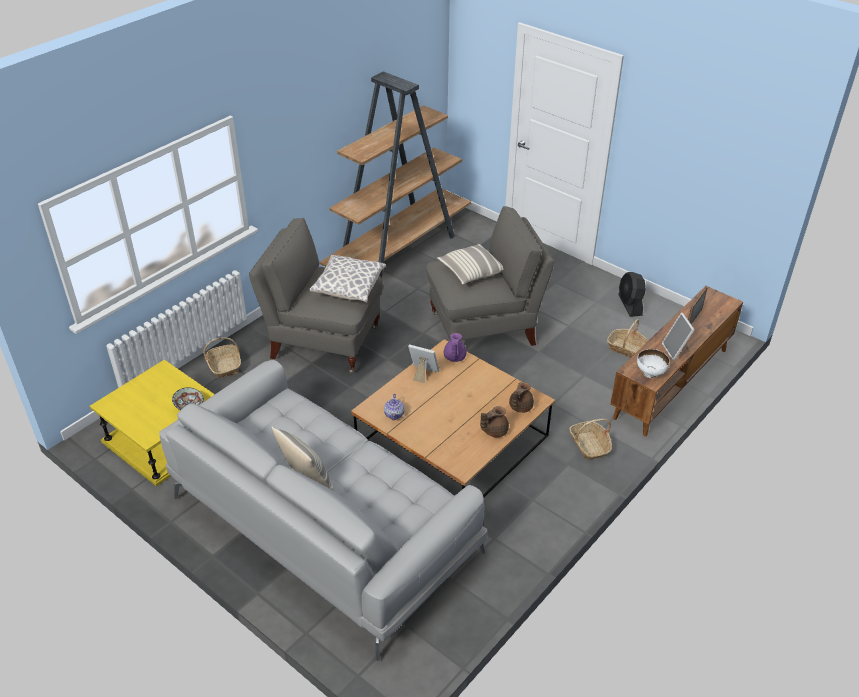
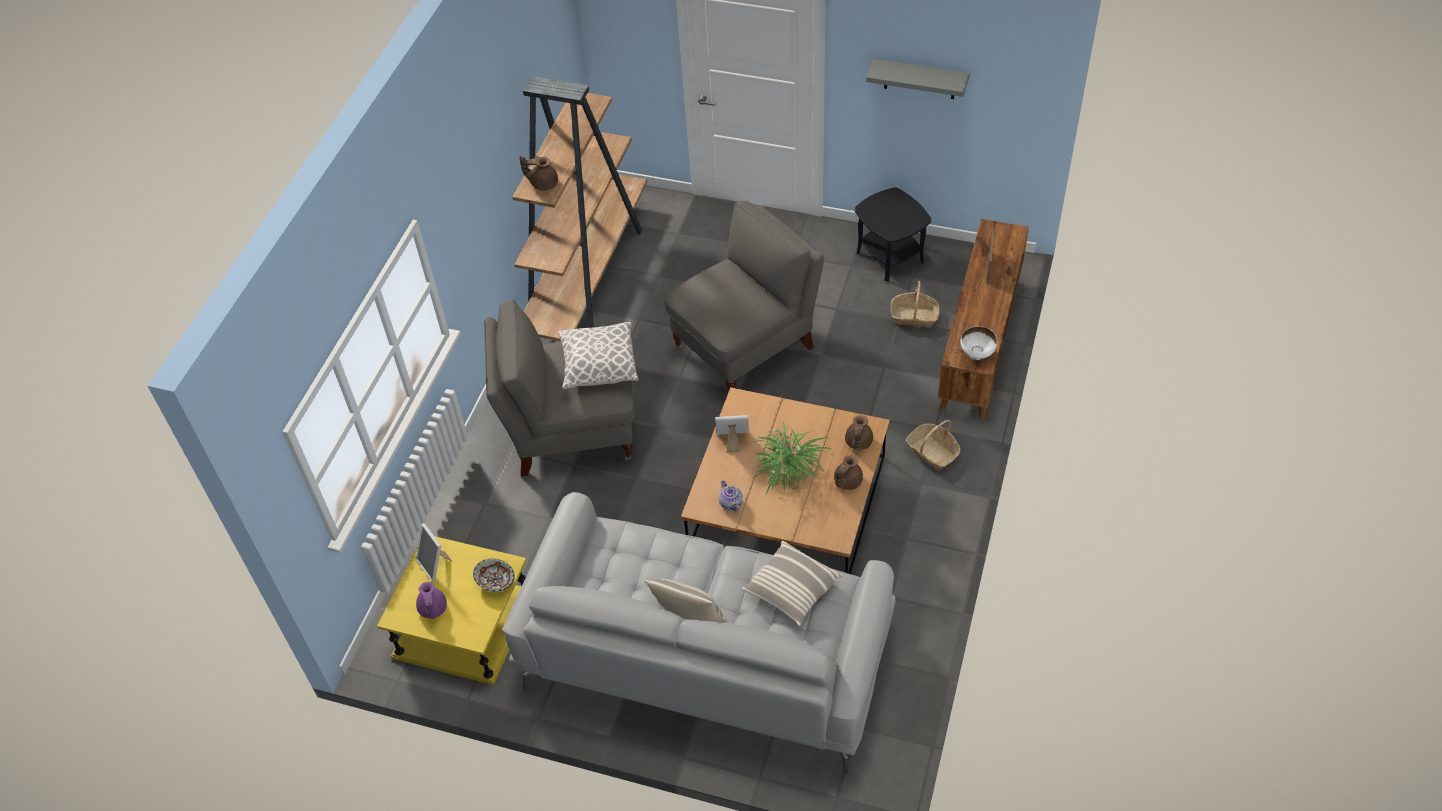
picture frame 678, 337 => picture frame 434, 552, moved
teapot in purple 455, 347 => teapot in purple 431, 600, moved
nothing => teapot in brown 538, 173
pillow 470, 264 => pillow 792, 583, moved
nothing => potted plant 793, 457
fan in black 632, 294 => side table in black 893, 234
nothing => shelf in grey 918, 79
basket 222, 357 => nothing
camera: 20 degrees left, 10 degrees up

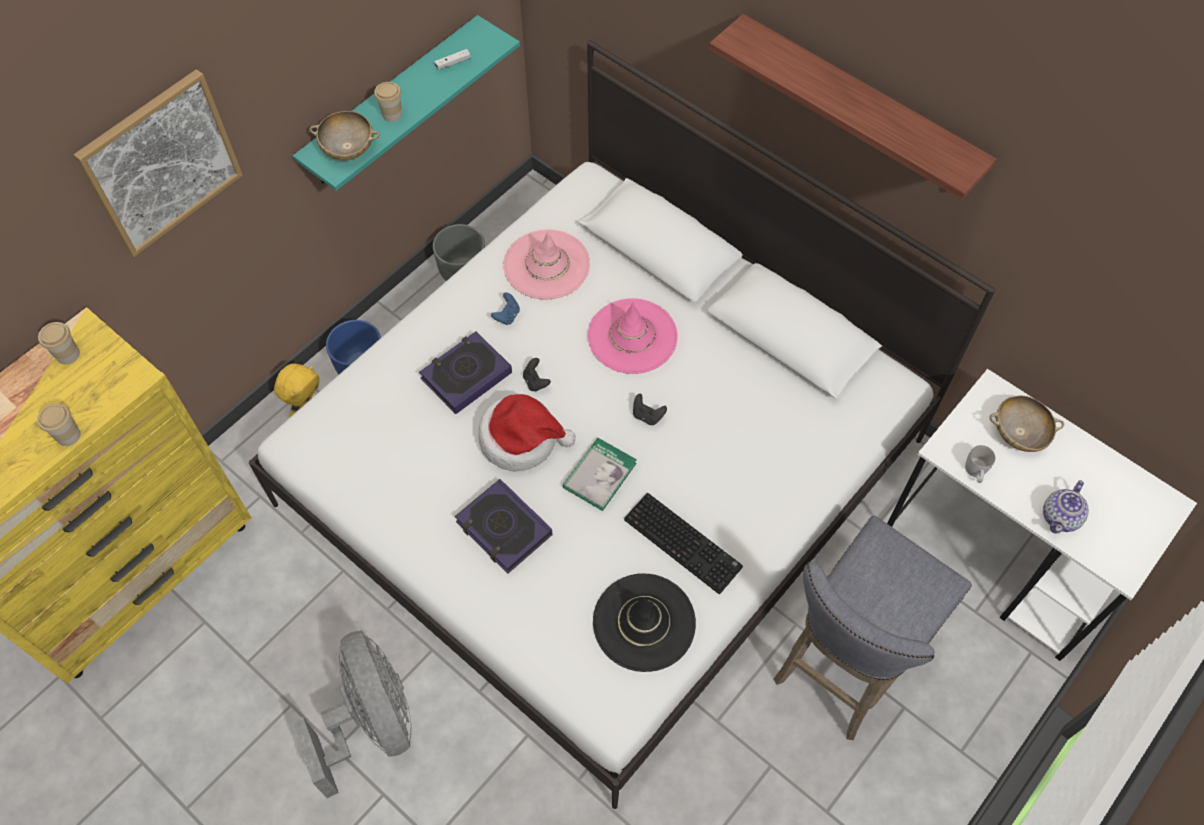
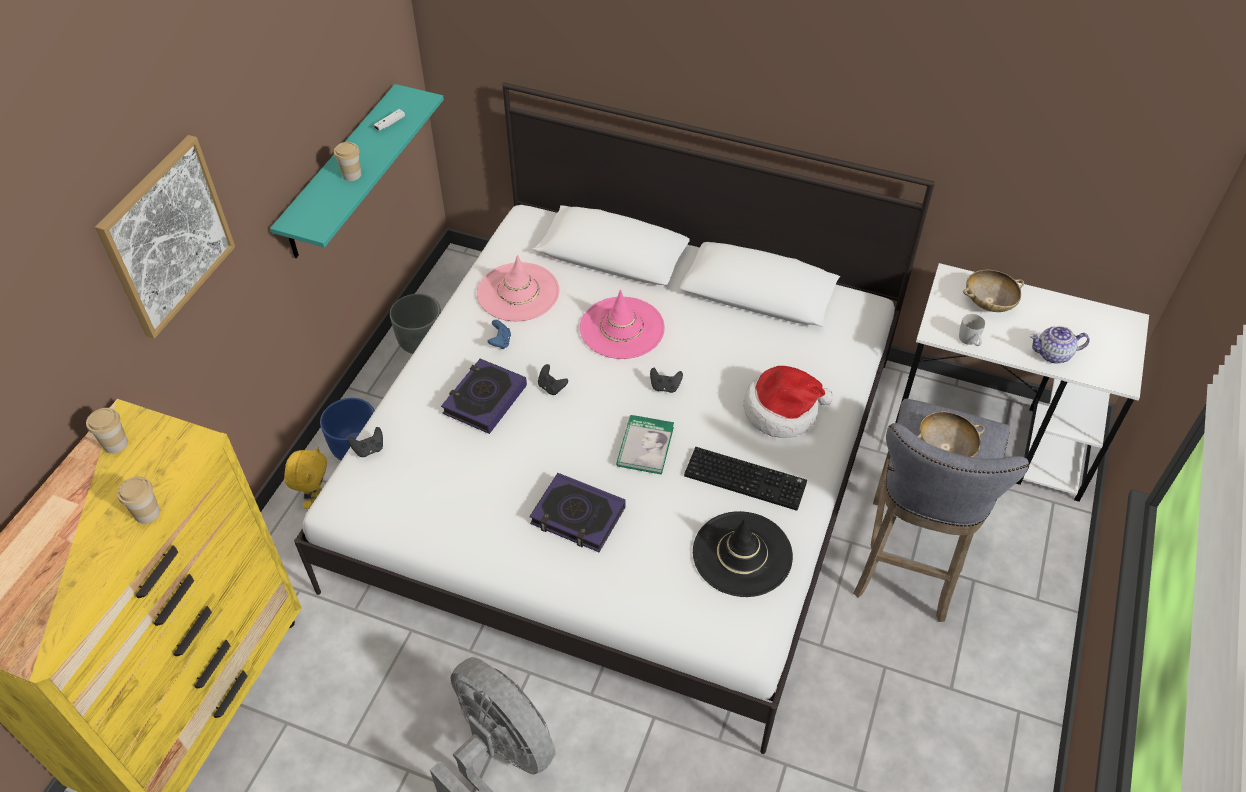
nothing => game controller in black 365, 442
hat 527, 432 => hat 788, 402, moved
bowl in beige 344, 135 => bowl in beige 951, 434, moved
teapot 1066, 507 => teapot 1060, 344, 75 degrees clockwise
shelf 852, 107 => nothing
camera: 20 degrees left, 10 degrees down

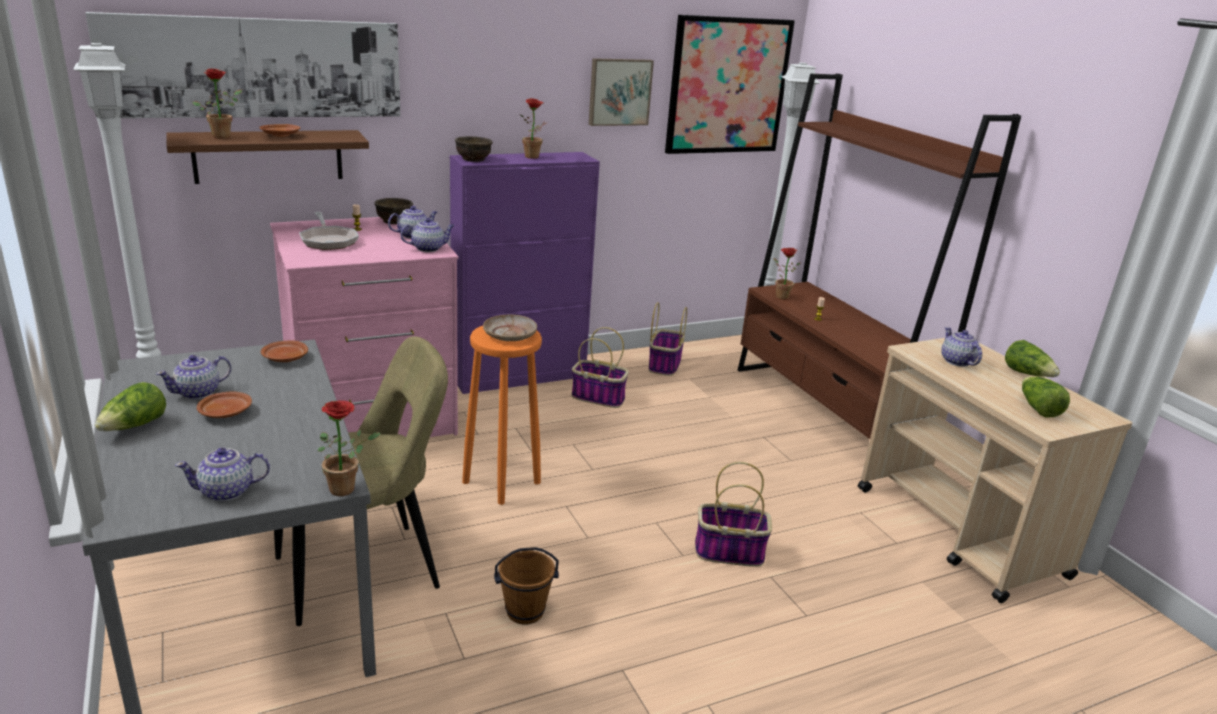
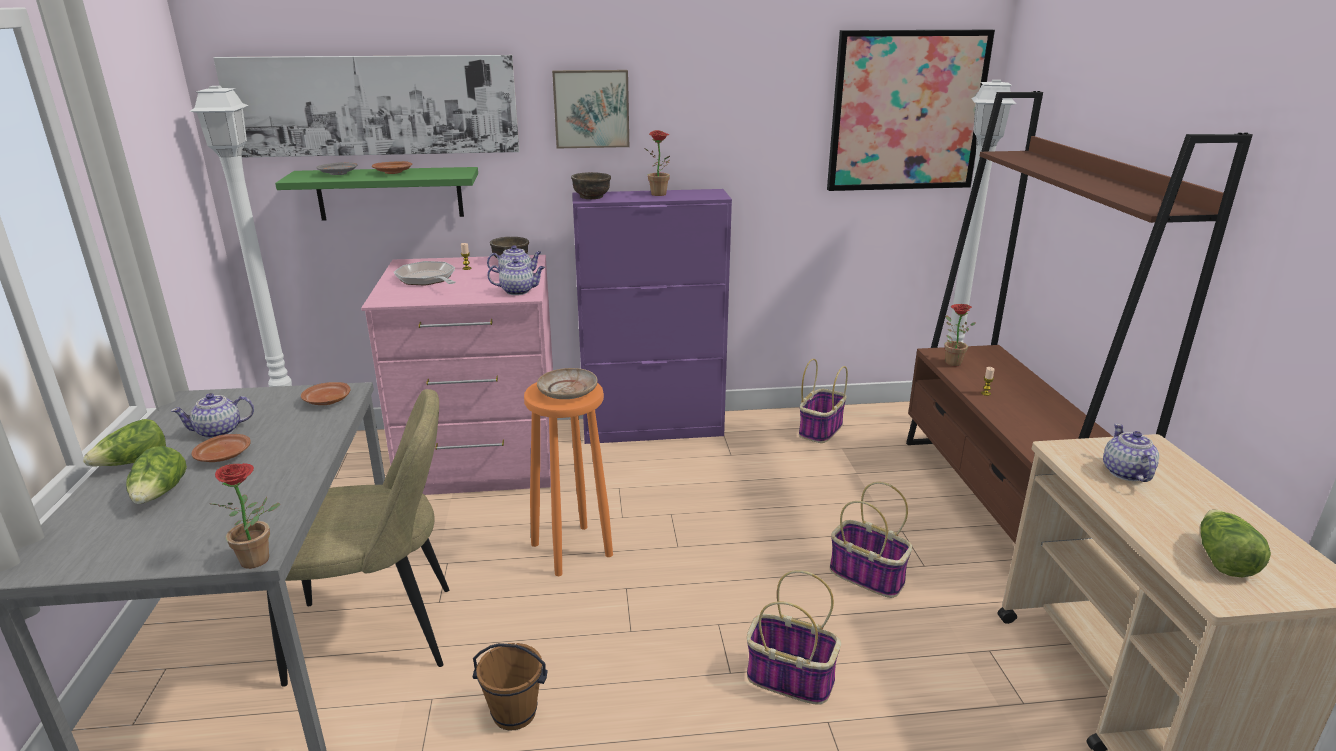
lettuce 1032, 358 => lettuce 156, 475, moved
shelf in brown 267, 157 => shelf in green 376, 194
potted plant 217, 104 => plate in grey 337, 168
frying pan 329, 231 => frying pan 425, 273, 150 degrees clockwise
picture 621, 92 => picture 590, 109, moved
basket 600, 367 => basket 871, 540, moved
teapot 222, 474 => nothing
camera: 20 degrees right, 0 degrees up

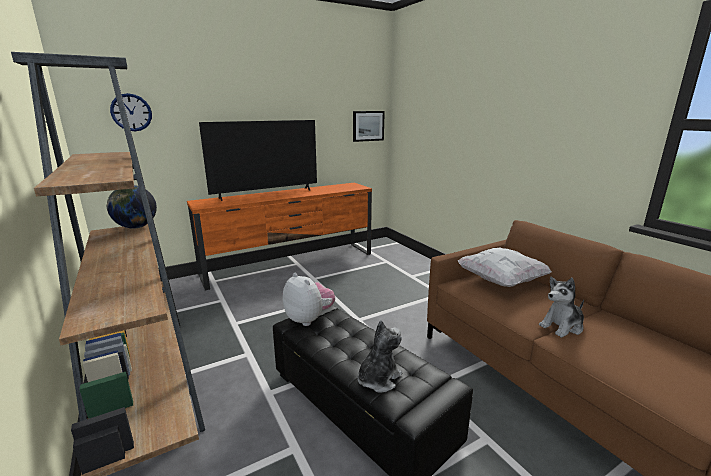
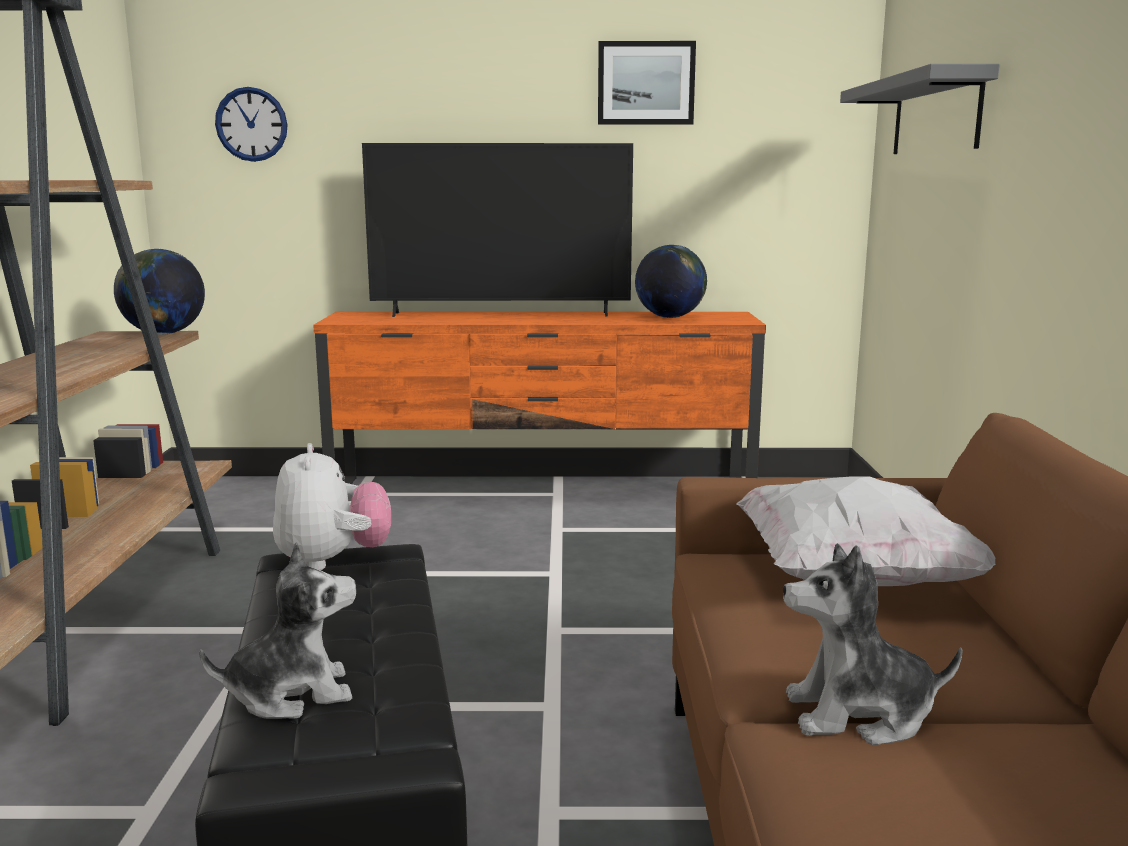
picture 369, 126 => picture 647, 83, moved
nothing => globe 671, 281
nothing => shelf in grey 920, 109
camera: 30 degrees right, 5 degrees down

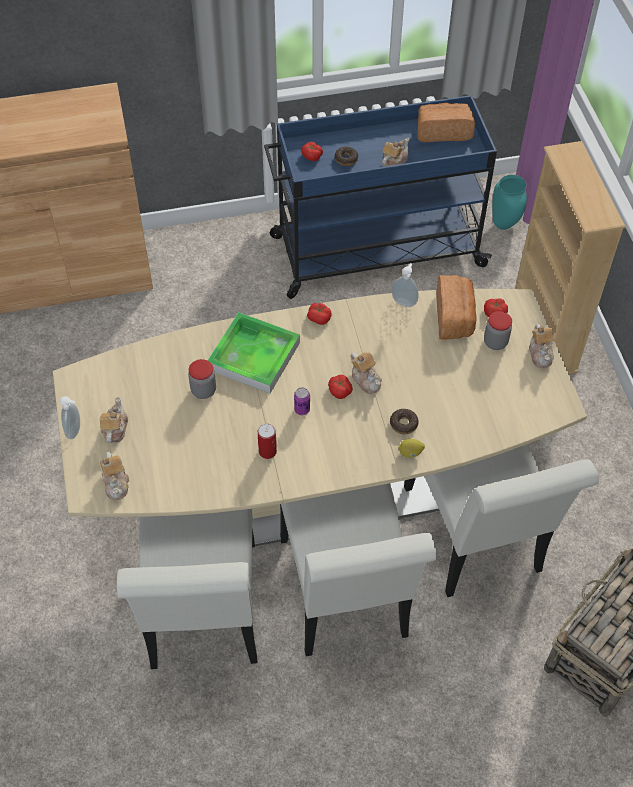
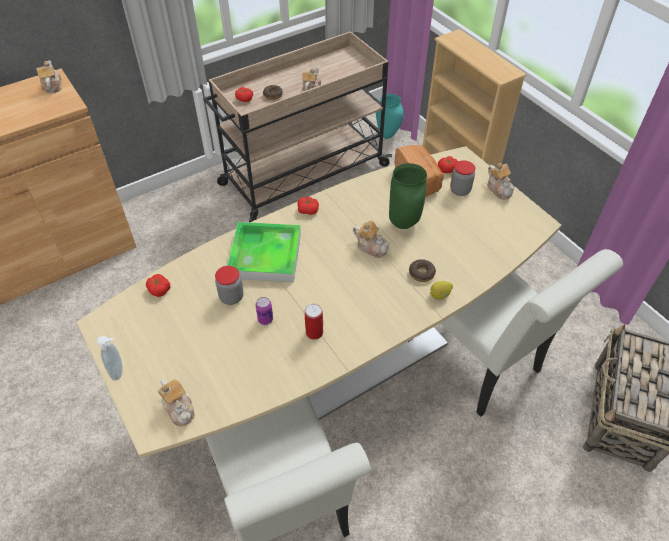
teapot 114, 420 => teapot 49, 76, moved
tomato 340, 387 => tomato 158, 285, moved
cart in blue 380, 197 => cart in beige 297, 127
can 302, 401 => can 264, 311, moved
nothing => vase in green 408, 196
chair in white 358, 569 => nothing
soap dispenser 405, 285 => nothing
bread 446, 122 => nothing
camera: 20 degrees left, 5 degrees down

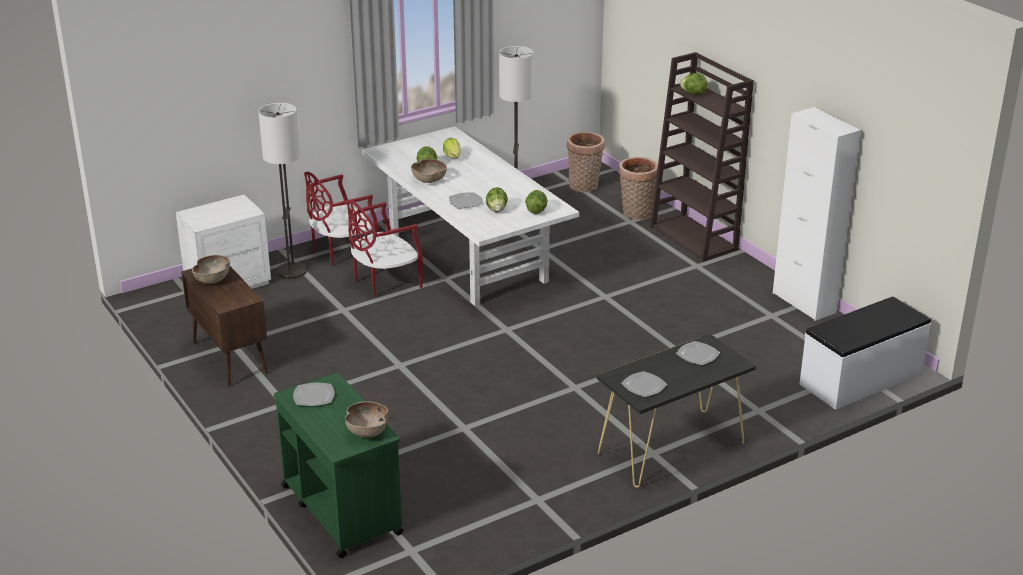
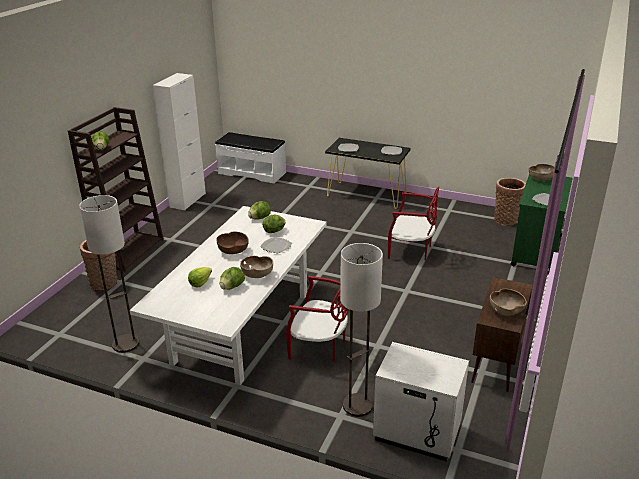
nothing => bowl in brown 232, 243
chair in red 341, 218 => chair in red 413, 223, moved
basket 586, 162 => basket 510, 202, moved
camera: 125 degrees left, 0 degrees up

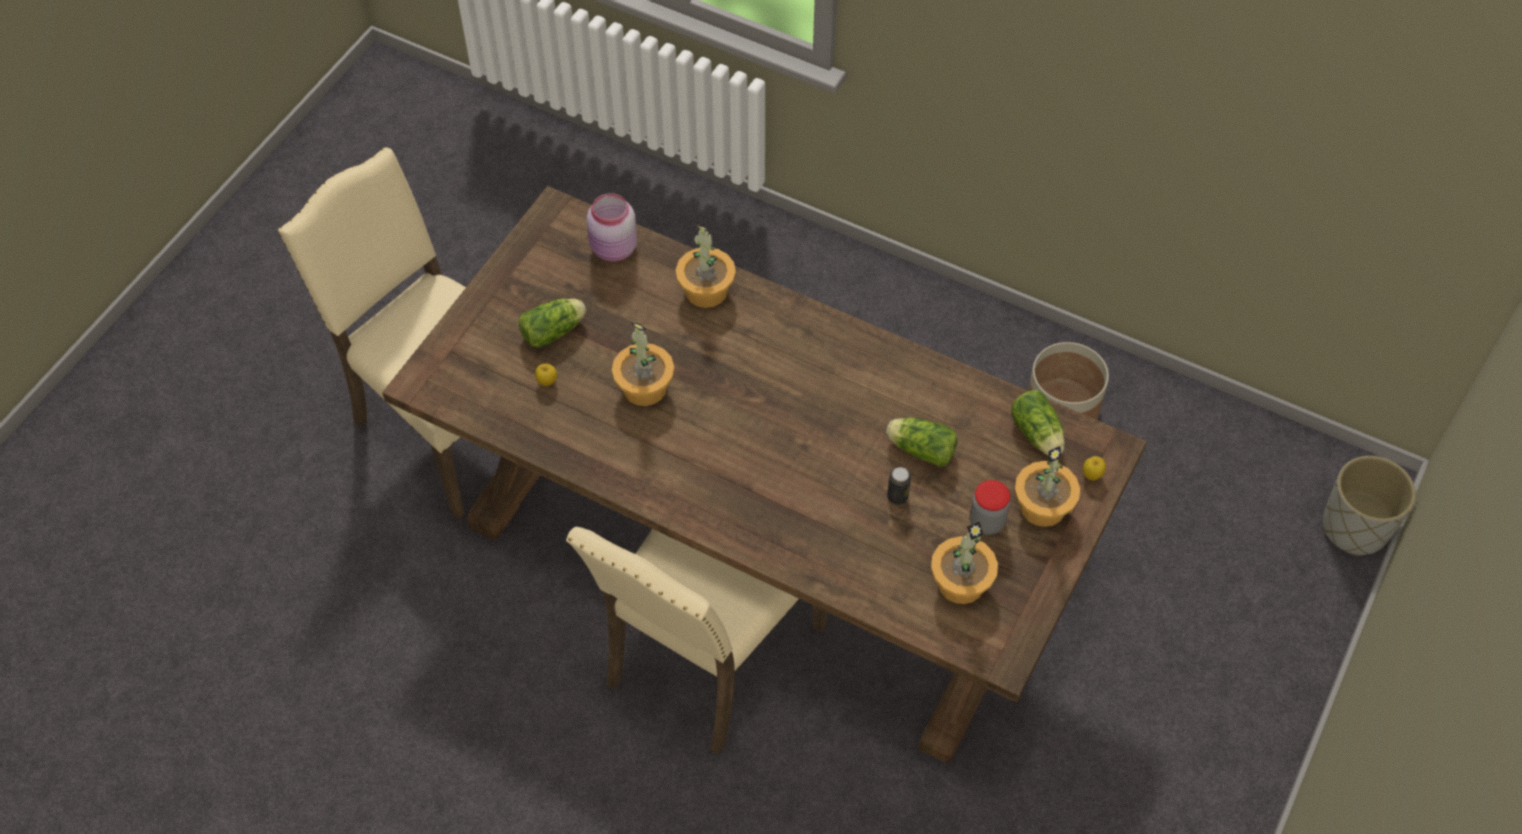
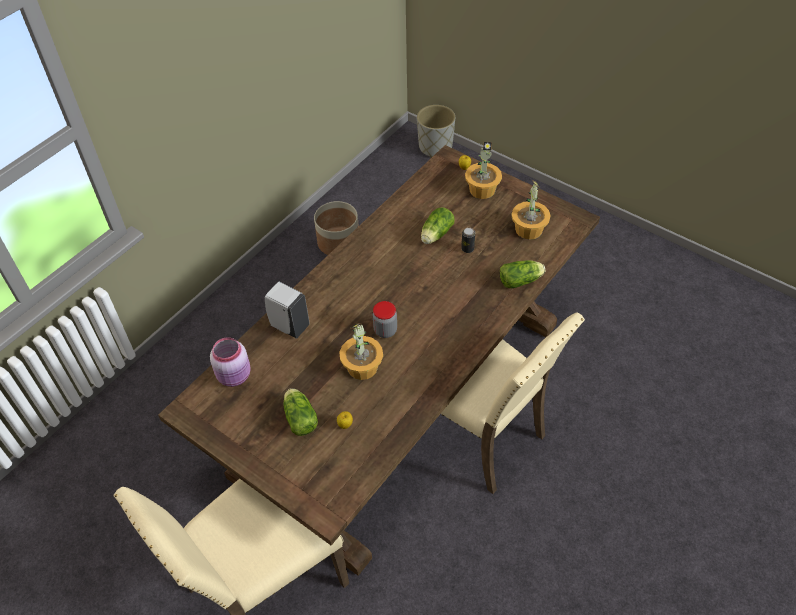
potted plant 706, 266 => soap dispenser in white 287, 310
jar 990, 507 => jar 385, 319, moved
lettuce 1038, 423 => lettuce 522, 274, moved
camera: 80 degrees left, 5 degrees down

